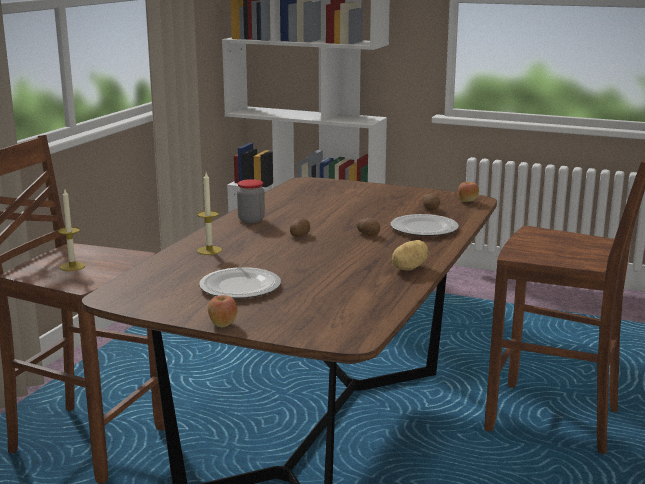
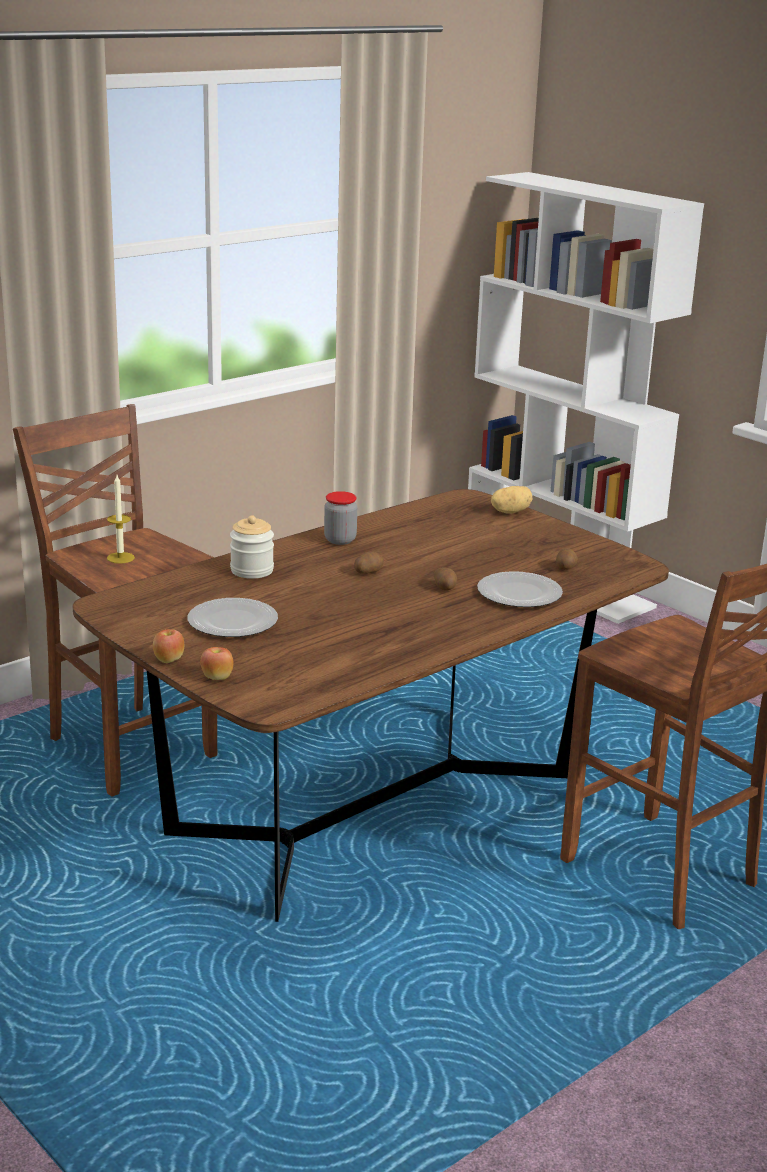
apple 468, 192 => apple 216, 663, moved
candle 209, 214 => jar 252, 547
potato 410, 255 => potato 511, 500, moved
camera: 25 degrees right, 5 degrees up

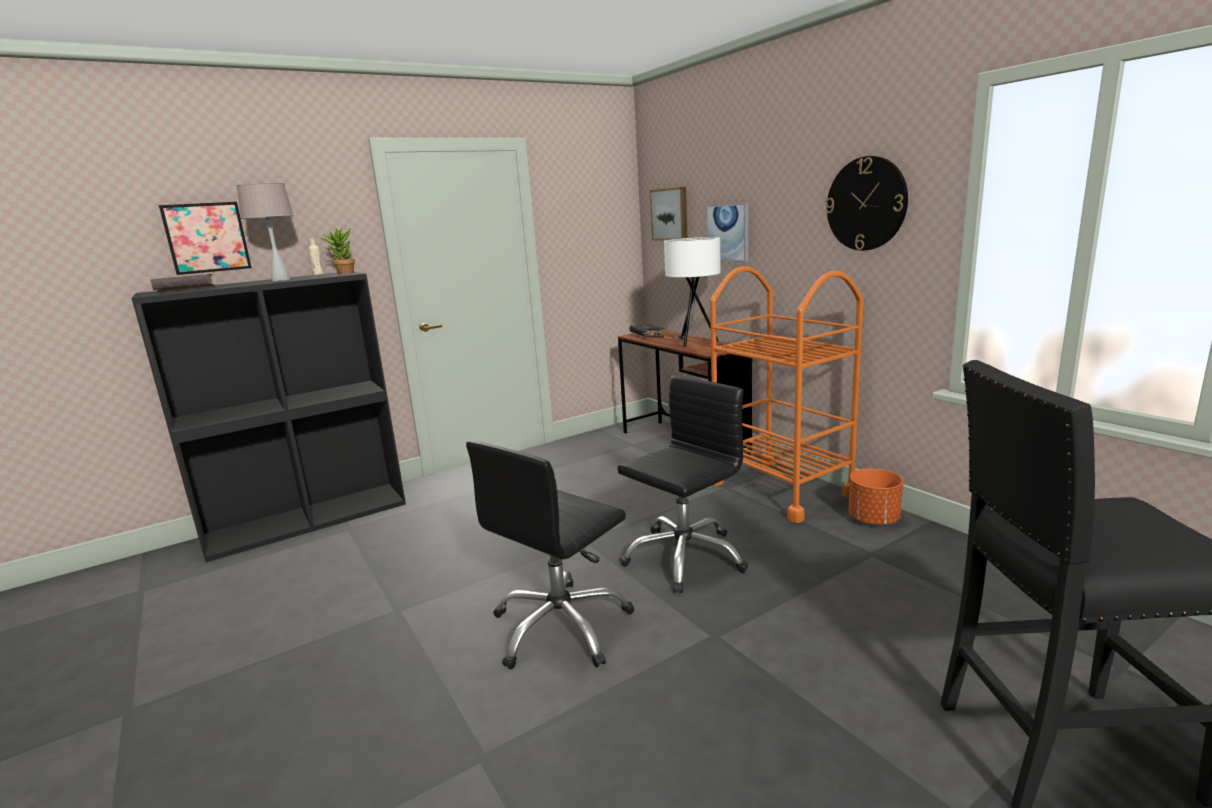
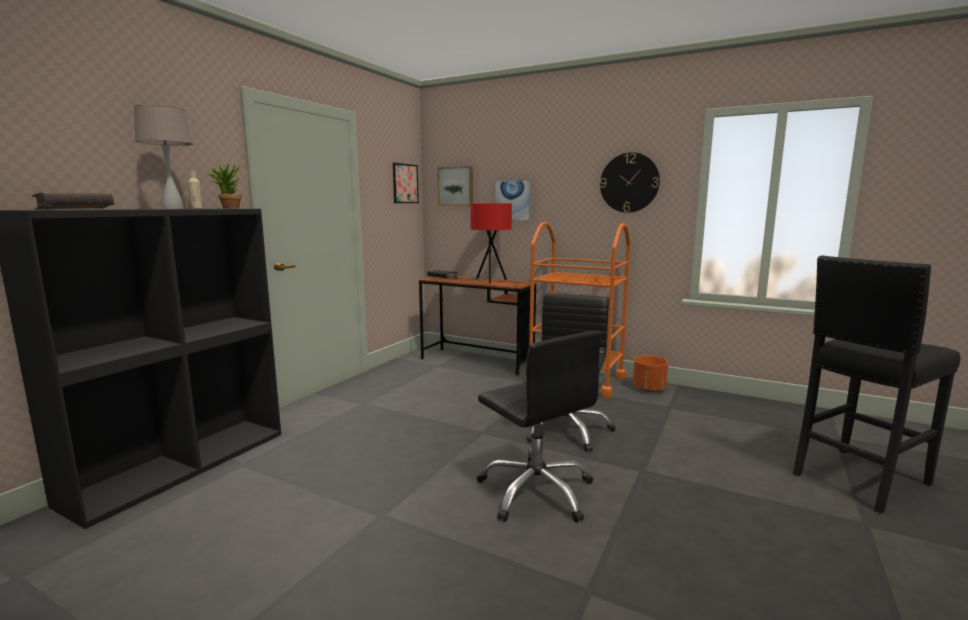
picture 205, 238 => picture 406, 183, moved
table lamp in white 692, 292 => table lamp in red 490, 243
office chair in black 550, 555 => office chair in black 539, 427, 45 degrees counterclockwise
camera: 30 degrees left, 5 degrees down

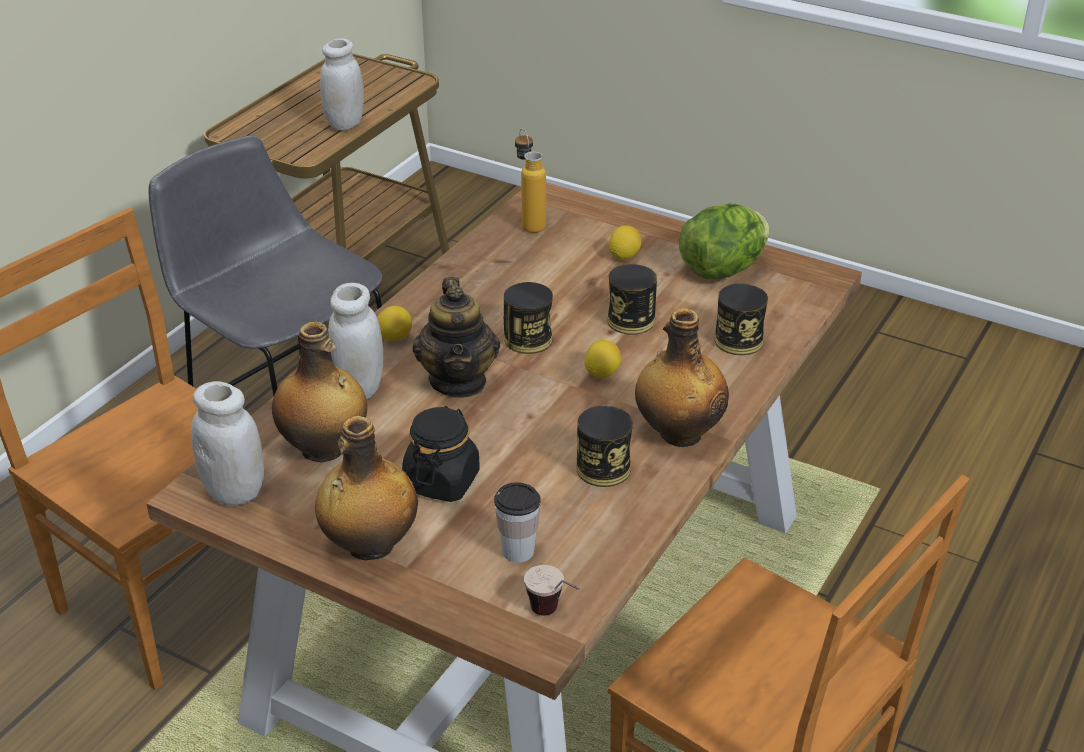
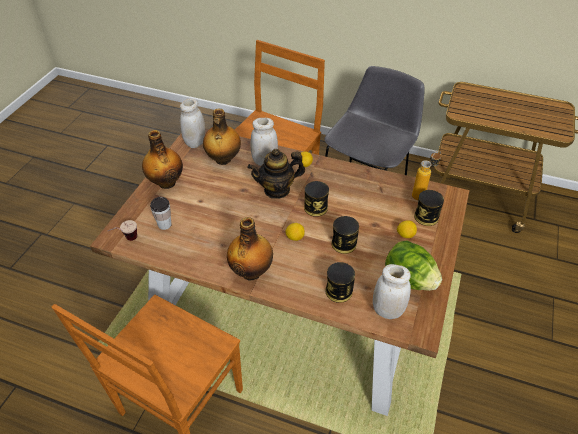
jar in white 342, 84 => jar in white 392, 291, moved
can 605, 446 => can 429, 208, moved
jar in black 441, 454 => nothing
camera: 80 degrees right, 10 degrees up

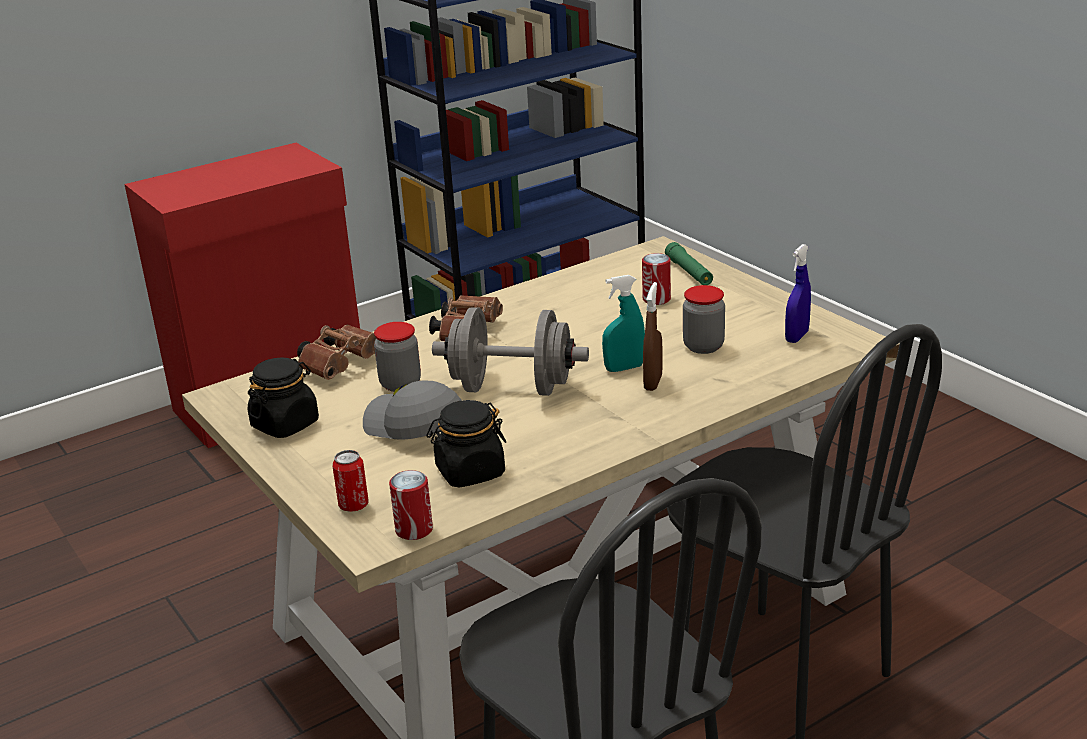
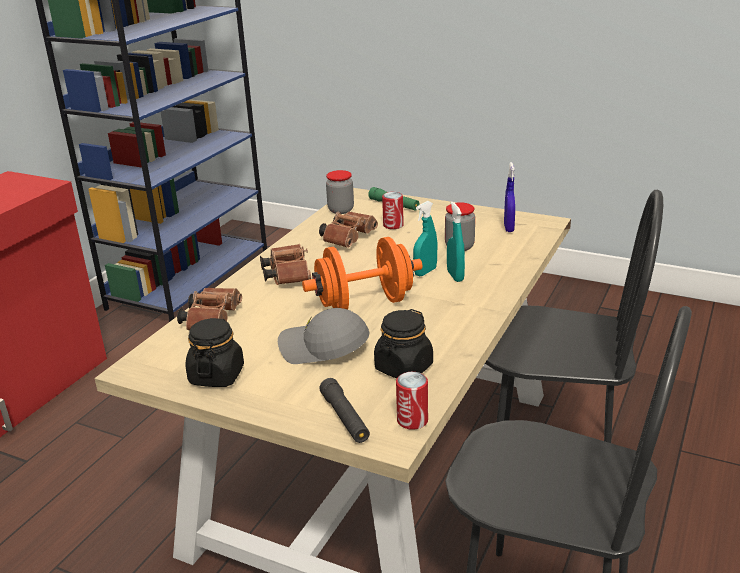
dumbbell in grey 510, 351 => dumbbell in orange 362, 273
nothing => binoculars in brown 348, 229
can 350, 481 => flashlight in black 344, 410
jar 397, 357 => jar 340, 192, moved
spray bottle in brown 653, 336 => spray bottle in turquoise 456, 242
camera: 30 degrees left, 0 degrees up

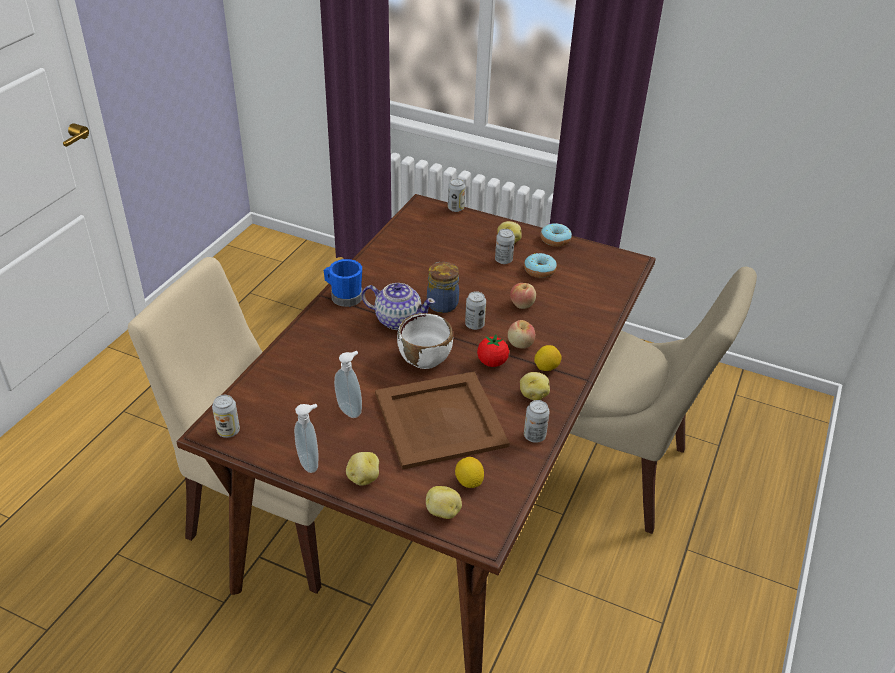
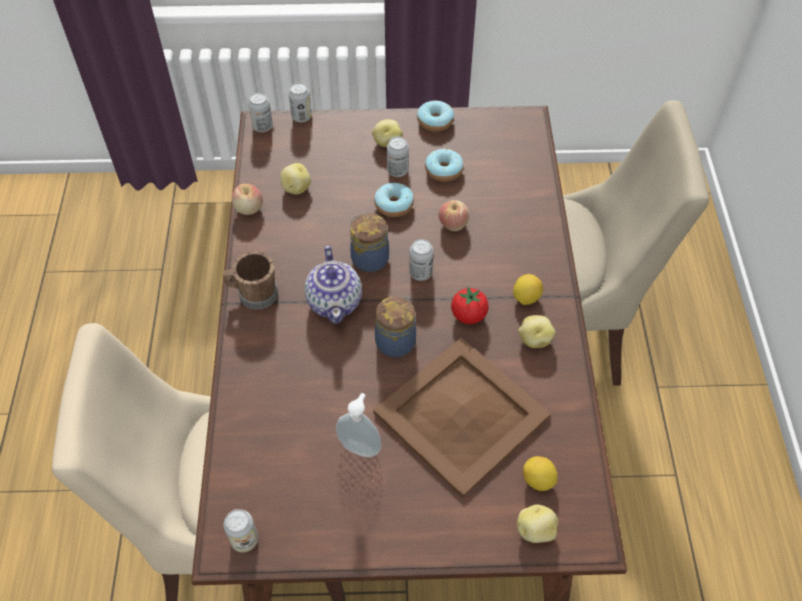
mug in blue 343, 283 => mug in brown 250, 280
apple 521, 334 => apple 247, 199, moved
can 537, 421 => can 260, 112, moved
potato 362, 469 => potato 295, 179, moved
teapot 398, 306 => teapot 333, 285, 90 degrees clockwise
nothing => donut 394, 200
bowl in white 425, 341 => jar 395, 327
soap dispenser 306, 438 => nothing
camera: 25 degrees left, 15 degrees up

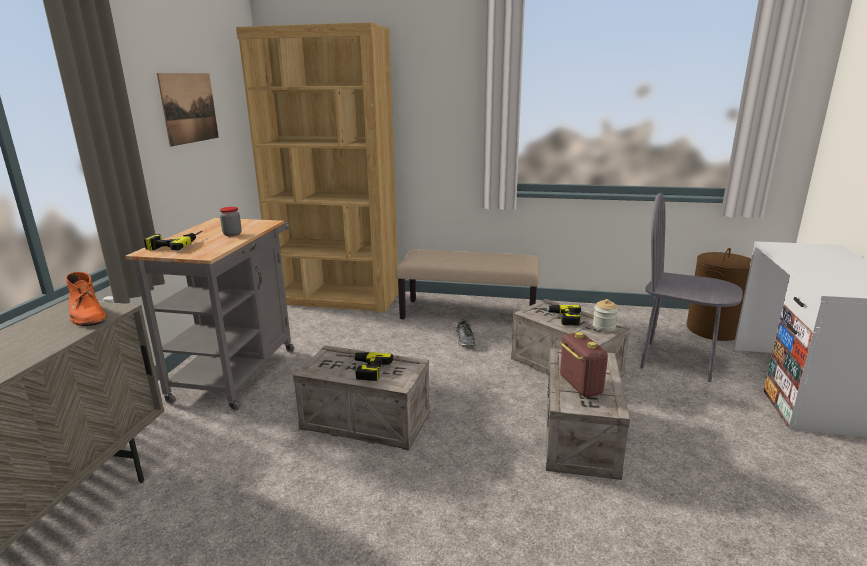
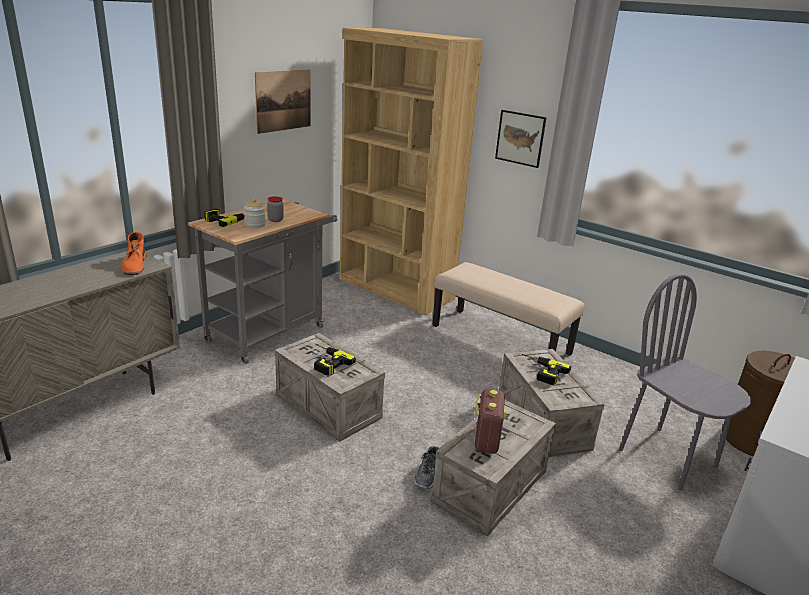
jar 605, 315 => jar 255, 213, moved
shoe 465, 333 => shoe 426, 467, moved
nothing => picture 521, 139
camera: 25 degrees right, 5 degrees up

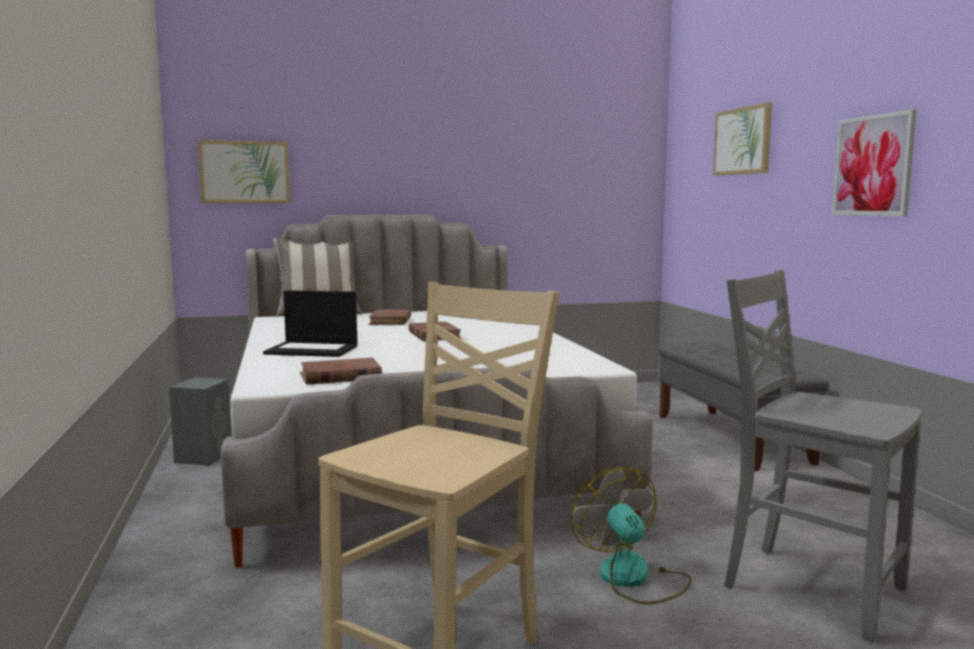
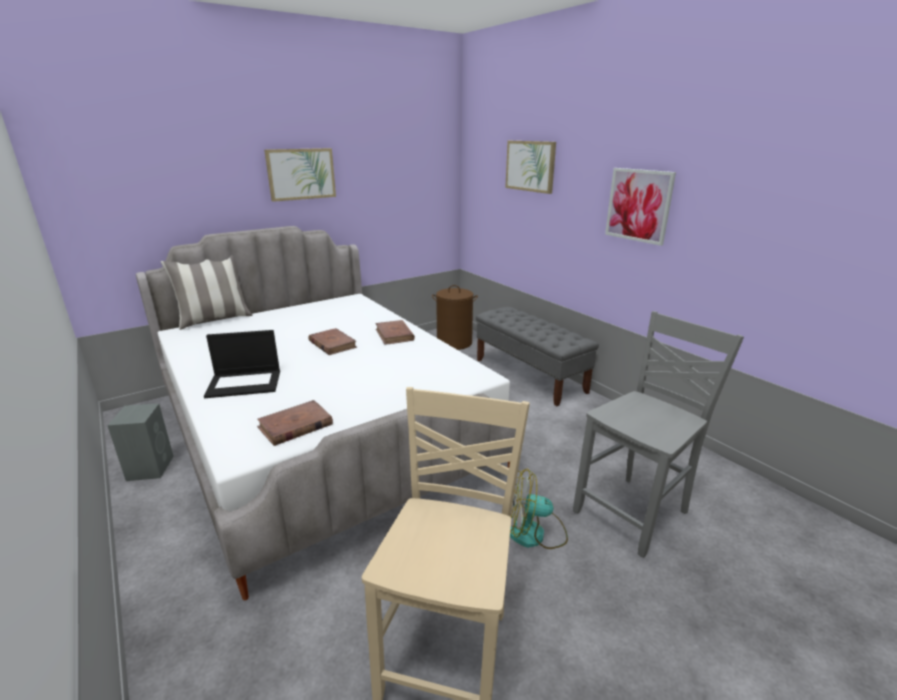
picture 244, 171 => picture 300, 175, moved
book in brown 389, 317 => book in brown 395, 332, moved
nothing => laundry basket in brown 455, 317
fan 631, 536 => fan 539, 508, 45 degrees counterclockwise
chair in grey 823, 456 => chair in grey 658, 434, 120 degrees clockwise
camera: 20 degrees left, 15 degrees up

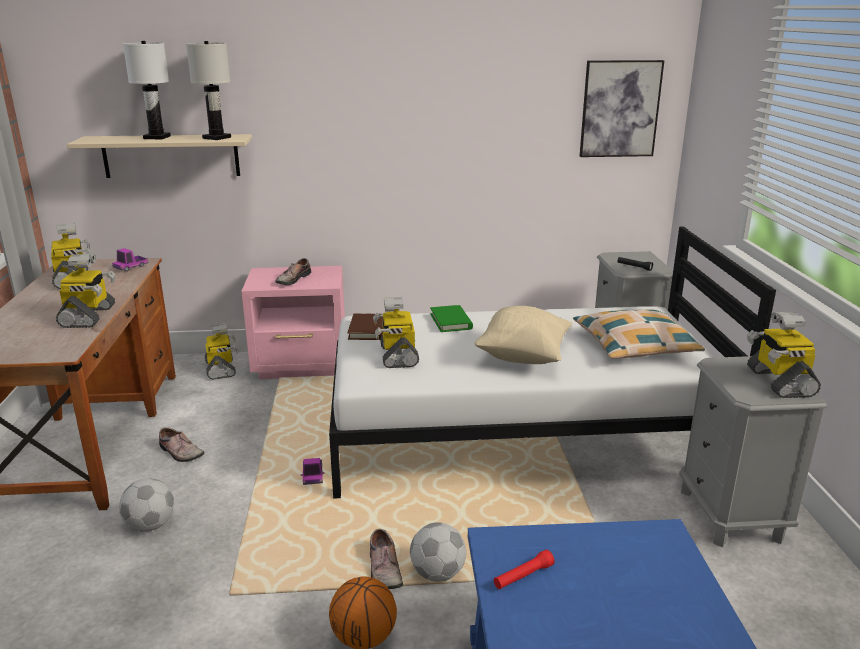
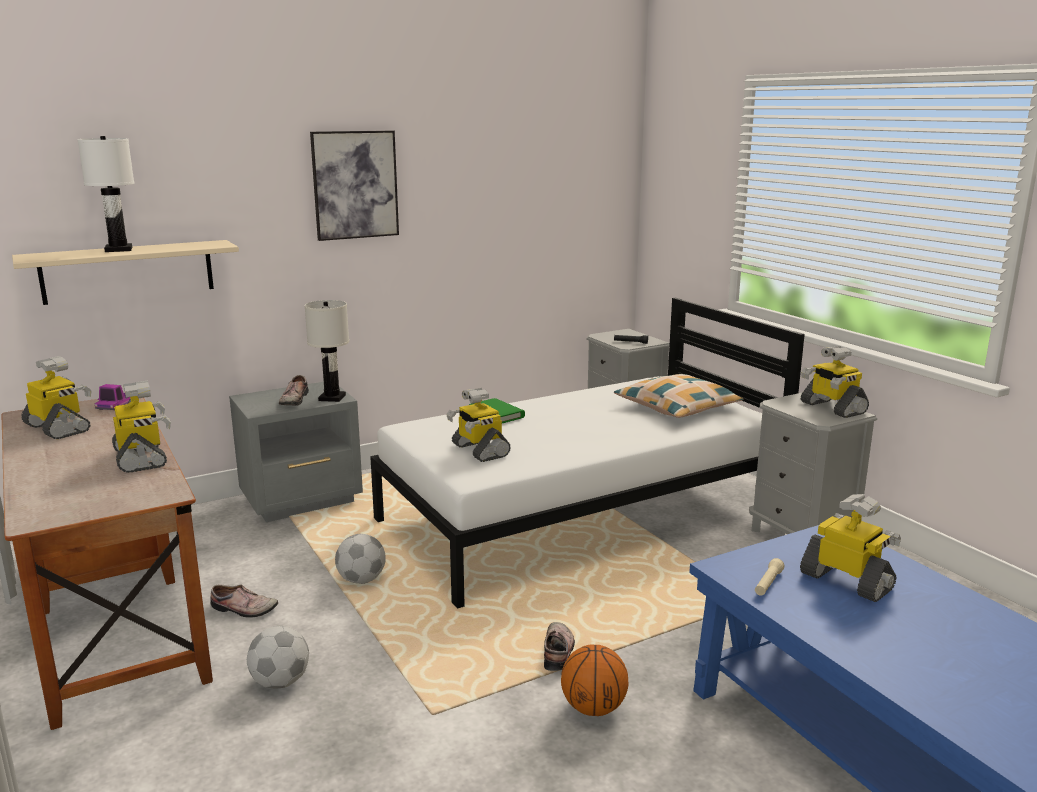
nightstand in pink 293, 322 => nightstand in grey 296, 452
table lamp in white 208, 90 => table lamp in white 326, 351, moved
picture 622, 108 => picture 354, 186, moved
football 438, 552 => football 360, 559, moved
shoe 386, 559 => shoe 559, 646, 135 degrees counterclockwise
flashlight in red 524, 569 => flashlight in beige 769, 577
toy robot 222, 351 => toy robot 850, 548, moved
toy truck 312, 471 => nothing
book in brown 365, 326 => nothing
pillow in beige 523, 335 => nothing
camera: 25 degrees left, 5 degrees down

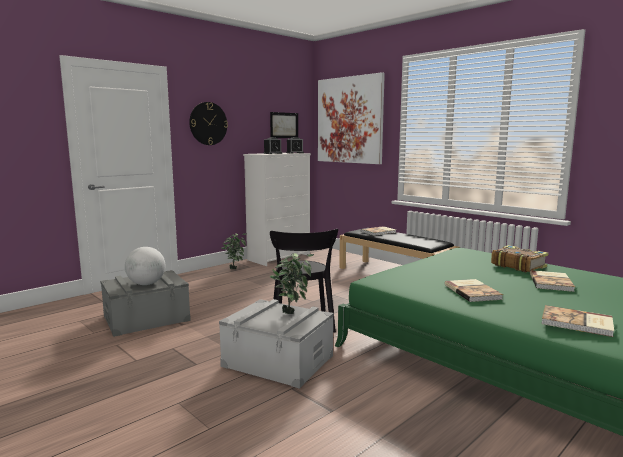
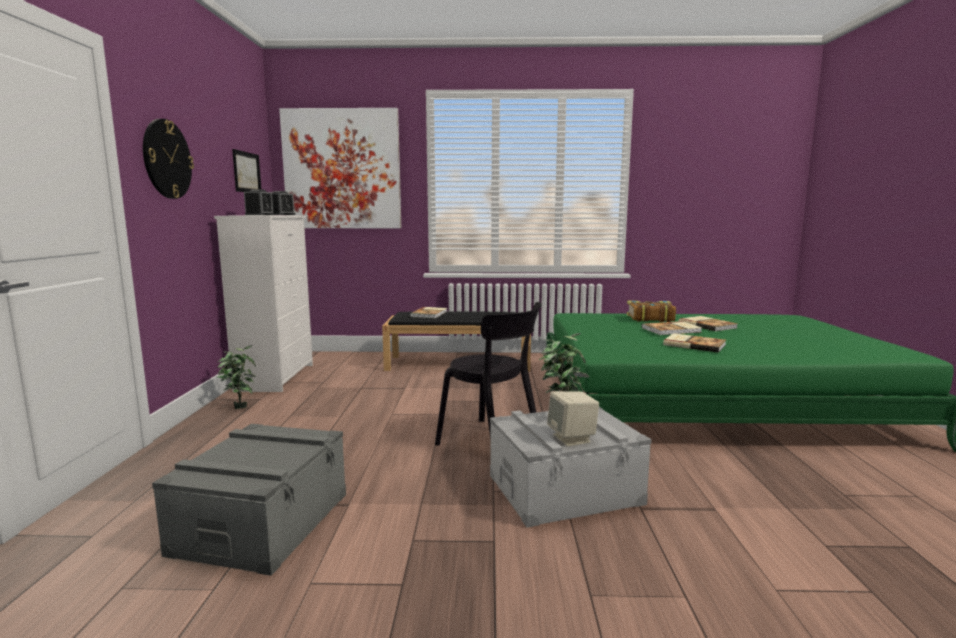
nothing => speaker in beige 573, 418
book 577, 321 => book 672, 328, moved
globe 145, 266 => nothing
camera: 45 degrees left, 0 degrees up

